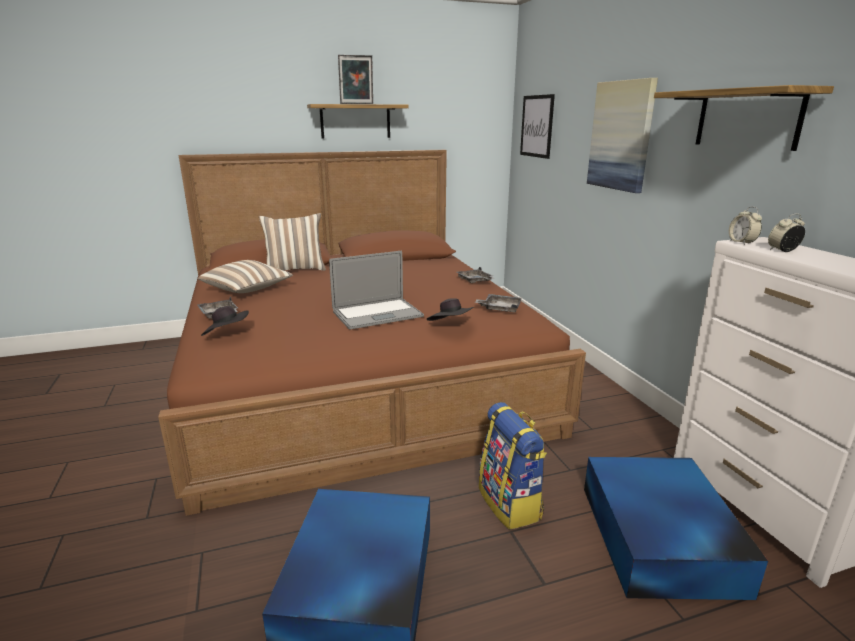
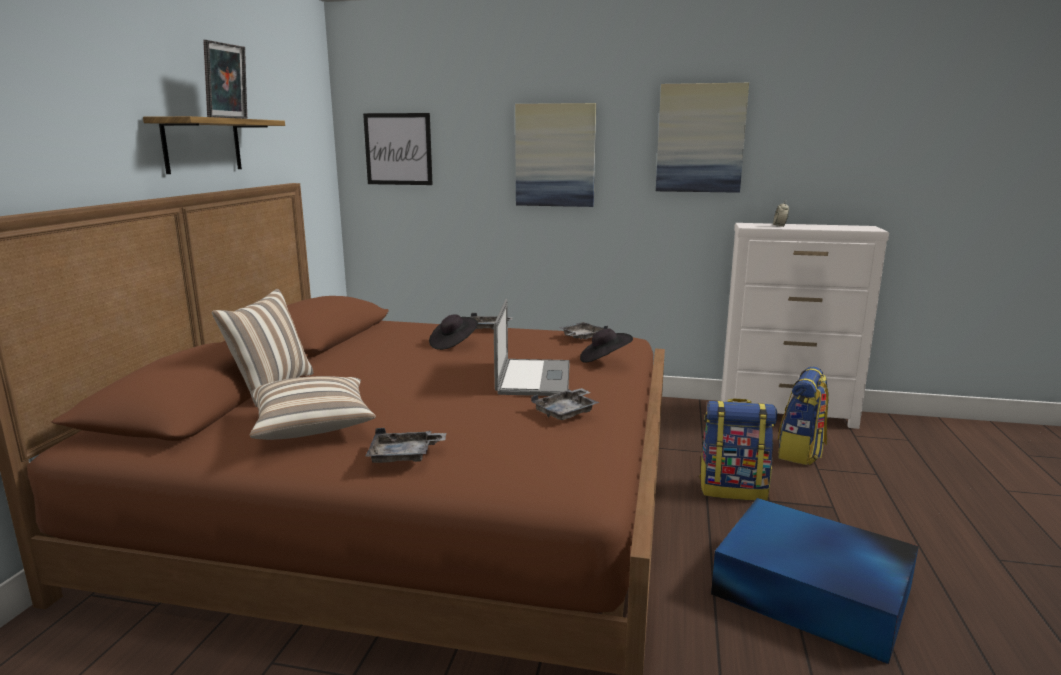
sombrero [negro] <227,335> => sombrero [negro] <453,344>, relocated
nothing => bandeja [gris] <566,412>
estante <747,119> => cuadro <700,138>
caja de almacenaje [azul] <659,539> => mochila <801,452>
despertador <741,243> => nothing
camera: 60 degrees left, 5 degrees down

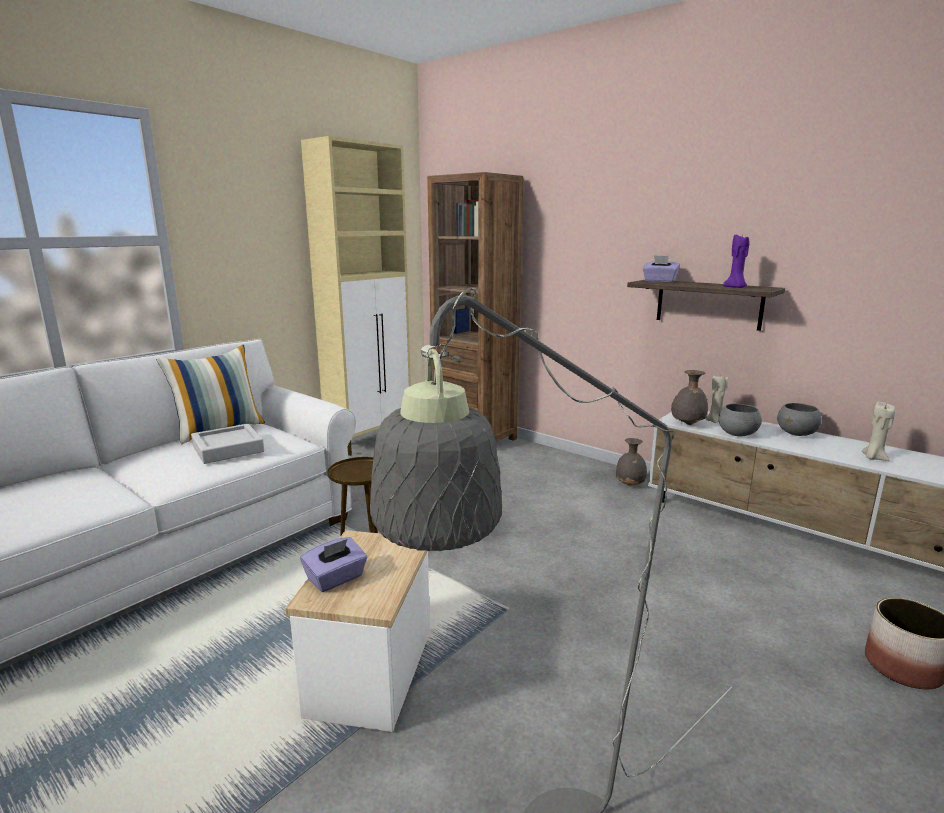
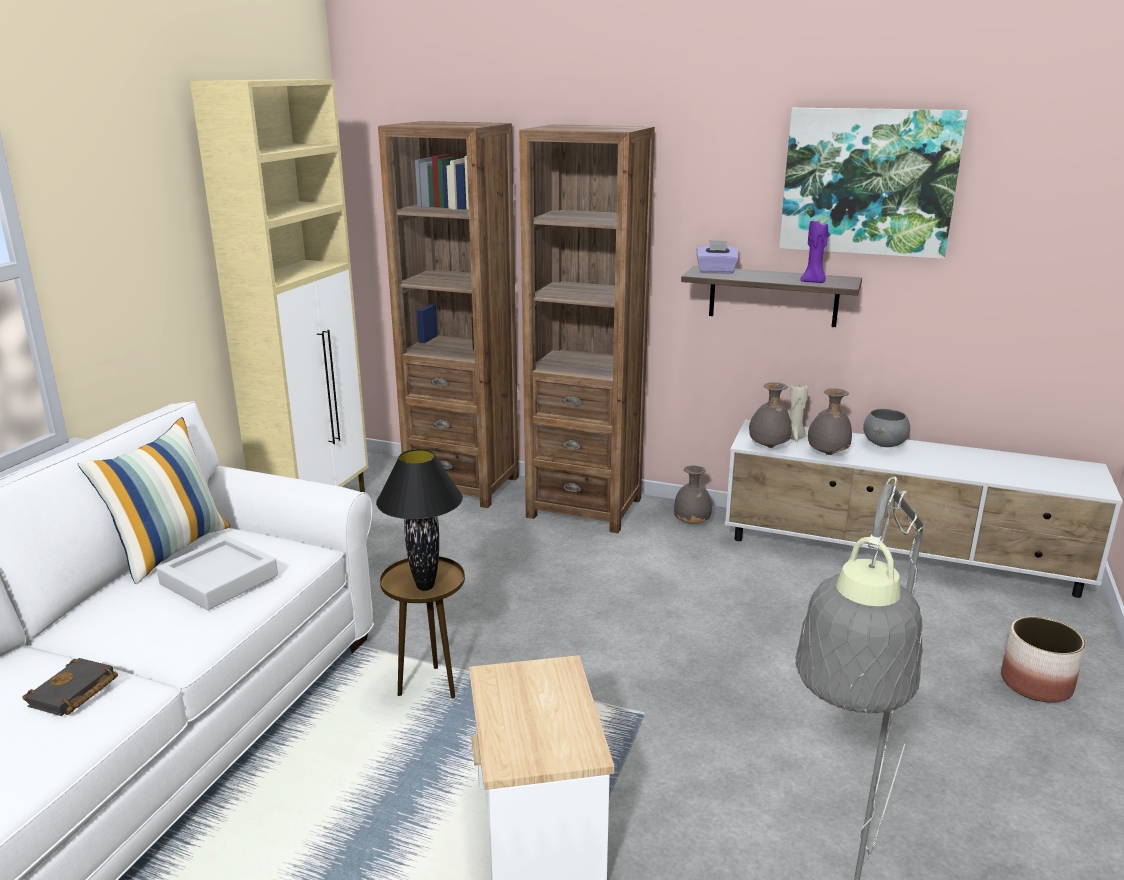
nothing => libro [negro] <73,694>
nothing => lámpara de mesa [negro] <425,587>
nothing => estantería [marrón] <584,507>
nothing => cuadro <868,182>
cuenco [gris] <737,434> => florero [gris] <827,454>
caja de pañuelos [morado] <336,579> => nothing
vela [beis] <873,458> => nothing
camera: 20 degrees left, 5 degrees up

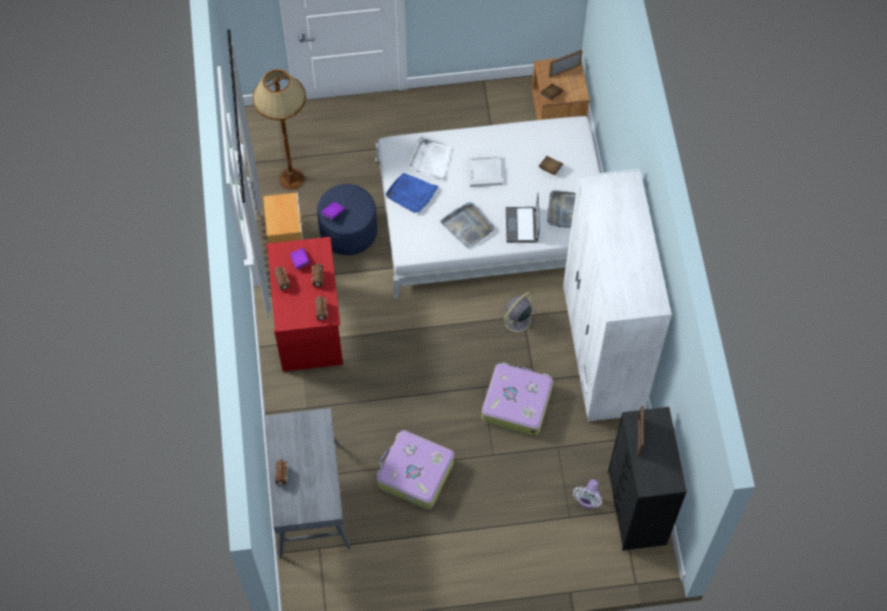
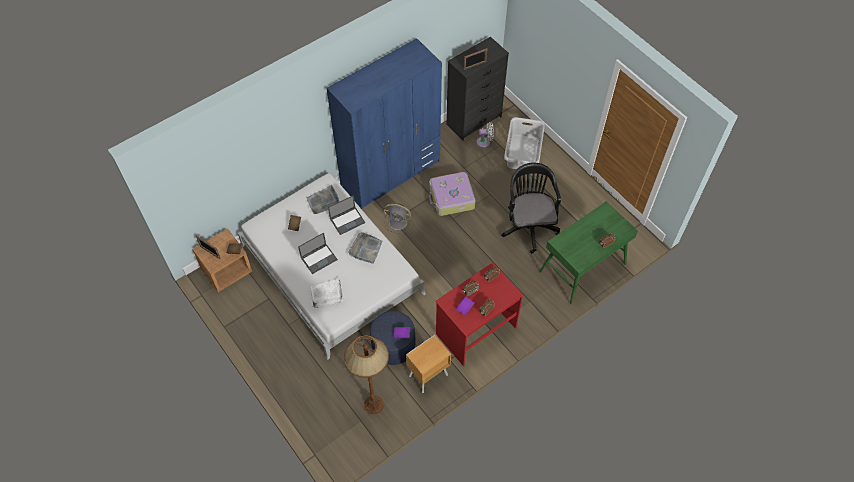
bandeja [blanco] <485,172> => portátil <319,258>
armario ropero [blanco] <602,351> => armario ropero [azul] <391,173>
maleta <414,474> => silla de oficina [negro] <529,225>
nothing => cesto de la ropa [gris] <523,152>
escritorio [gris] <309,499> => escritorio [verde] <582,268>
bandeja [azul] <411,194> => nothing
camera: 120 degrees left, 5 degrees down

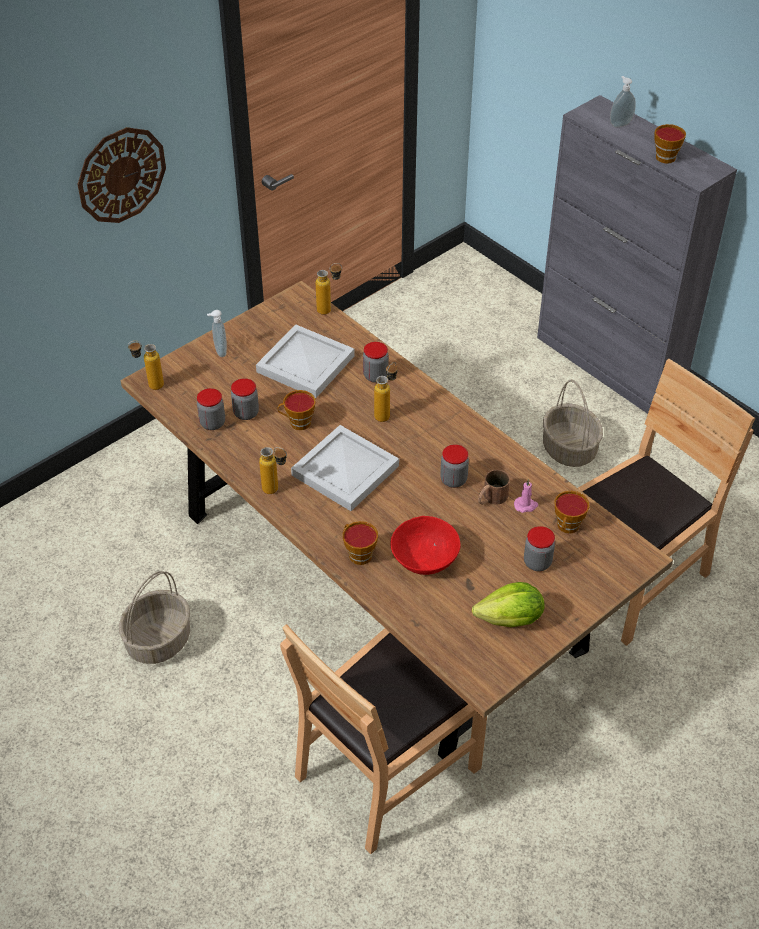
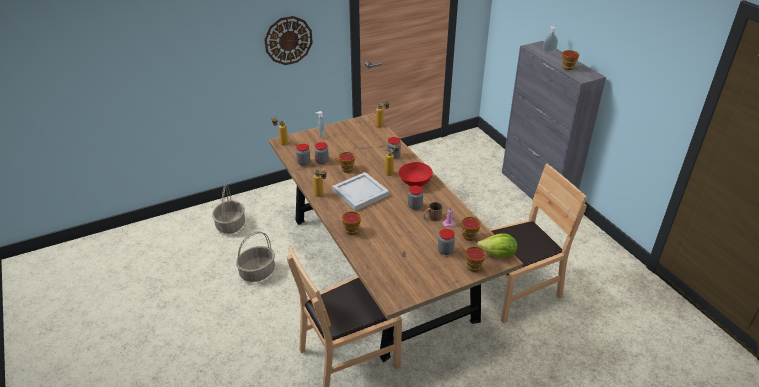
cesta <568,449> => cesta <230,225>, relocated
cuenco [rojo] <425,559> => cuenco [rojo] <415,182>, relocated
nothing => taza <473,266>
lechuga <511,620> => lechuga <498,255>, relocated
bandeja [blanco] <305,363> => nothing
camera: 15 degrees right, 10 degrees down

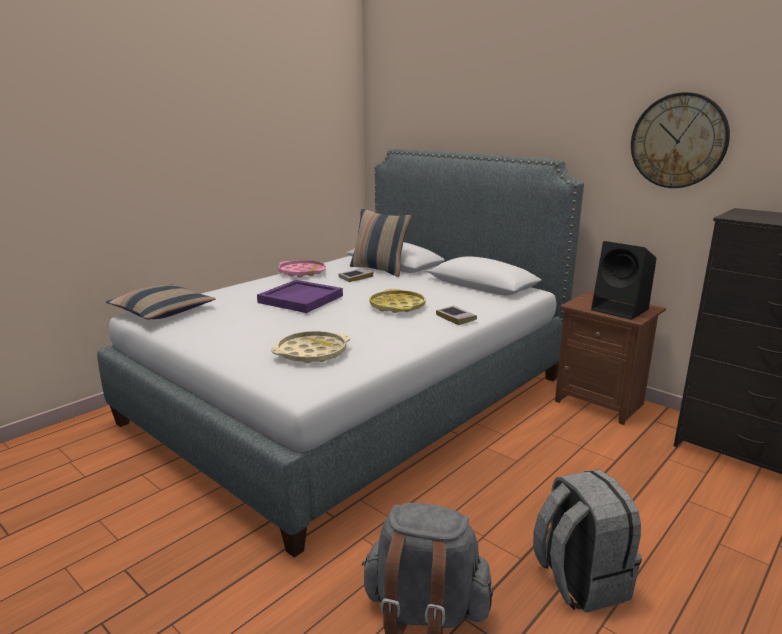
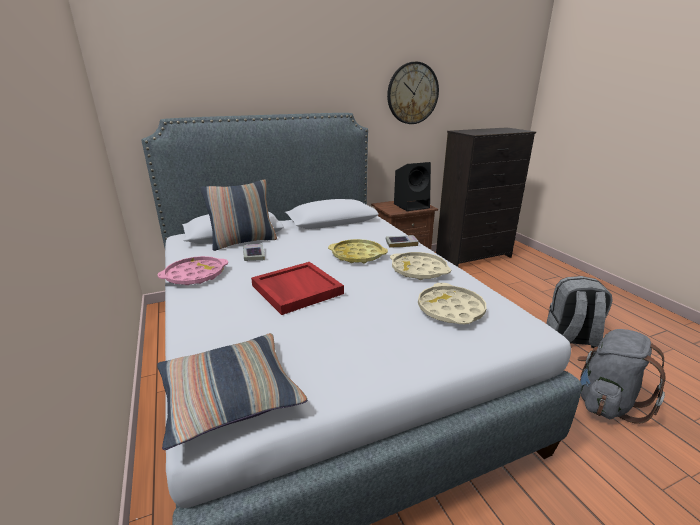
bandeja [morado] <300,299> => bandeja [rojo] <296,289>
nothing => bandeja [beis] <418,270>
camera: 65 degrees left, 5 degrees up

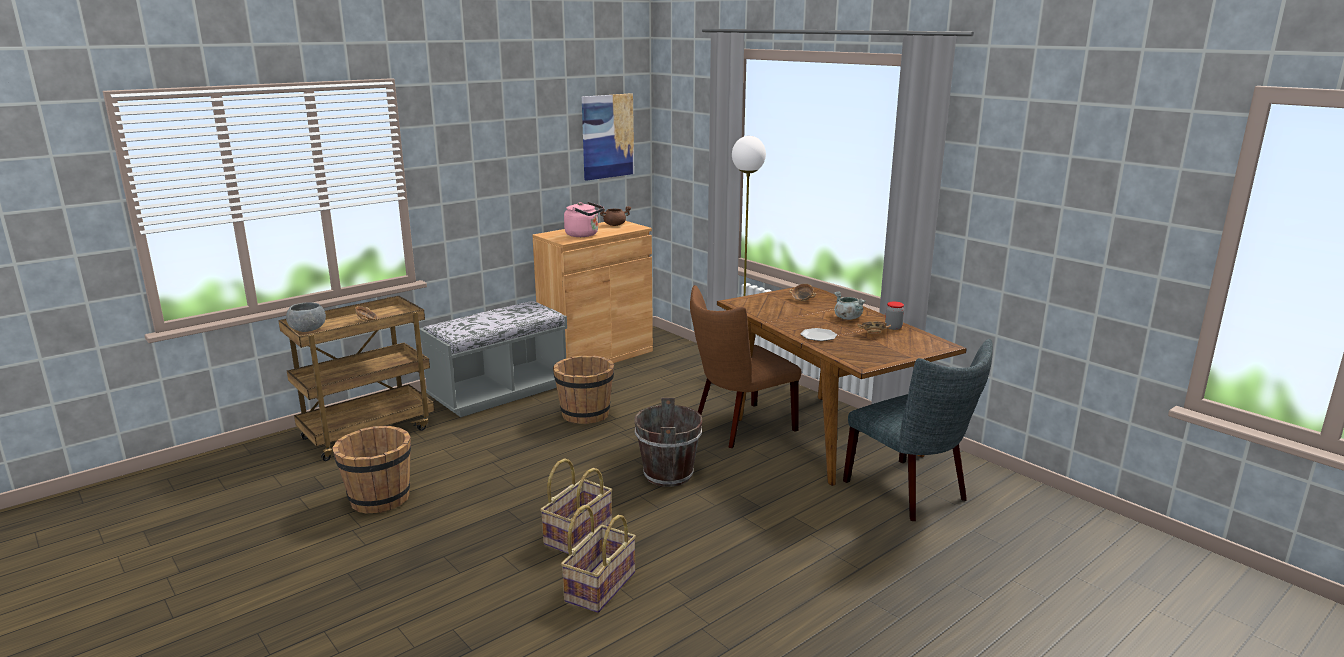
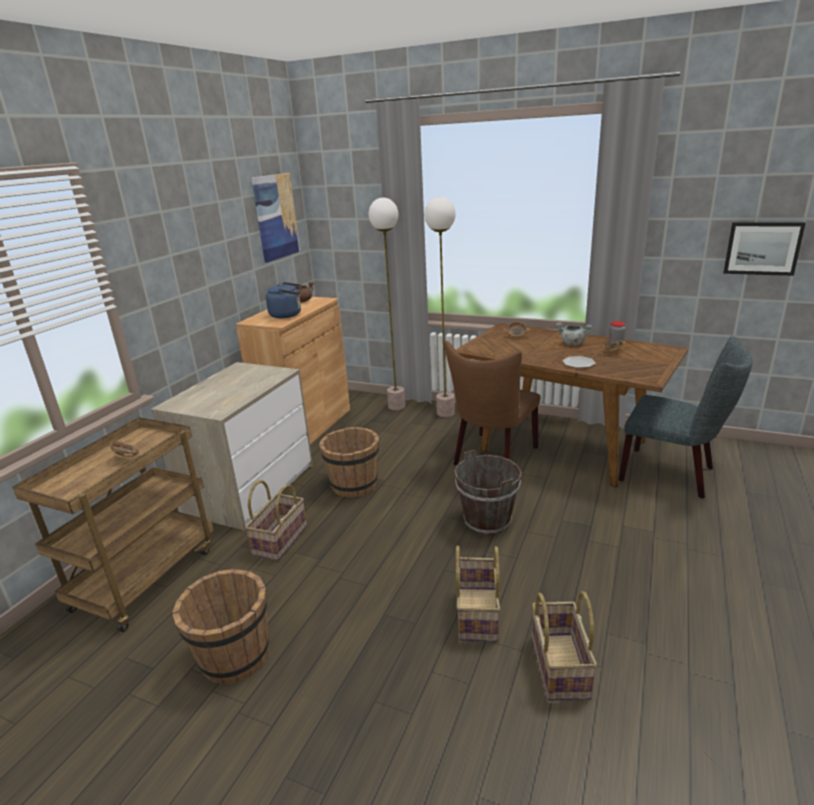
banco [gris] <499,393> => cómoda <249,488>
nothing => cesta <279,540>
hervidor [rosa] <584,235> => hervidor [azul] <288,315>
nothing => lámpara de pie <396,406>
nothing => cuadro <762,248>
cuenco [gris] <308,330> => nothing
camera: 25 degrees left, 5 degrees up

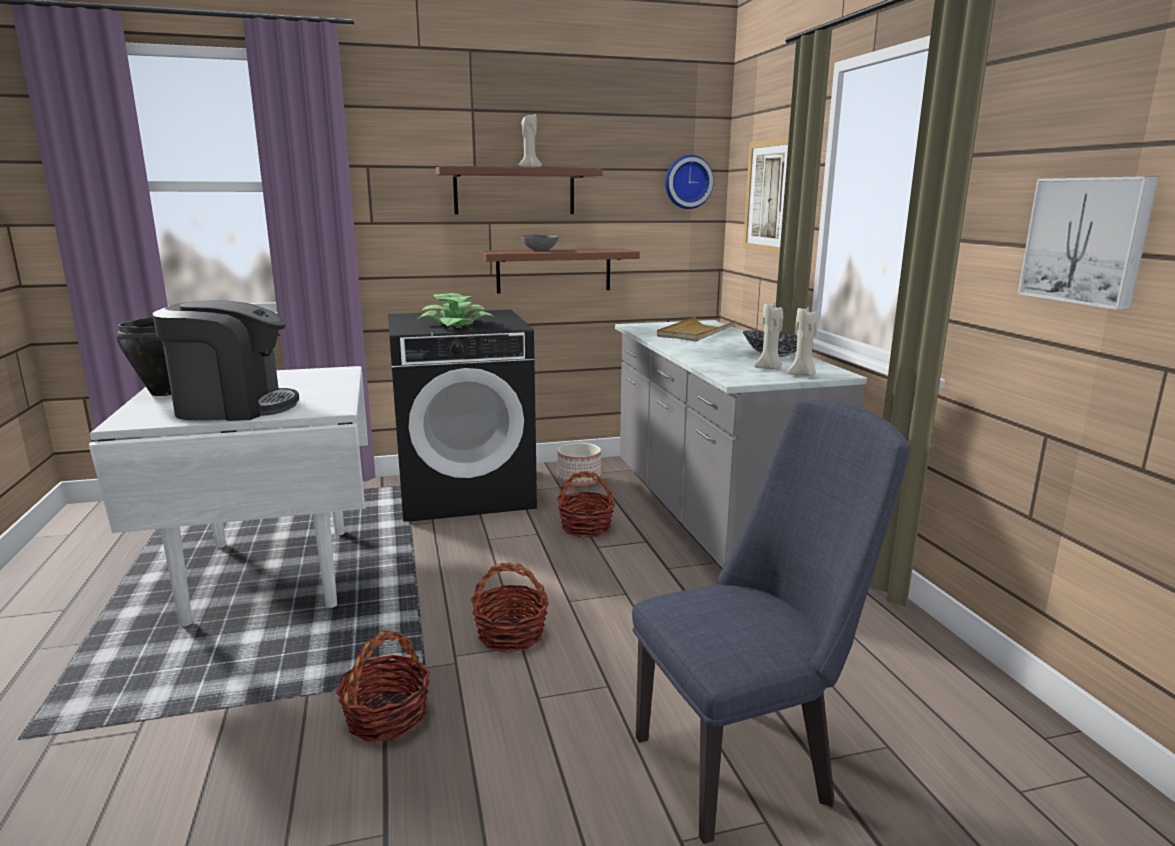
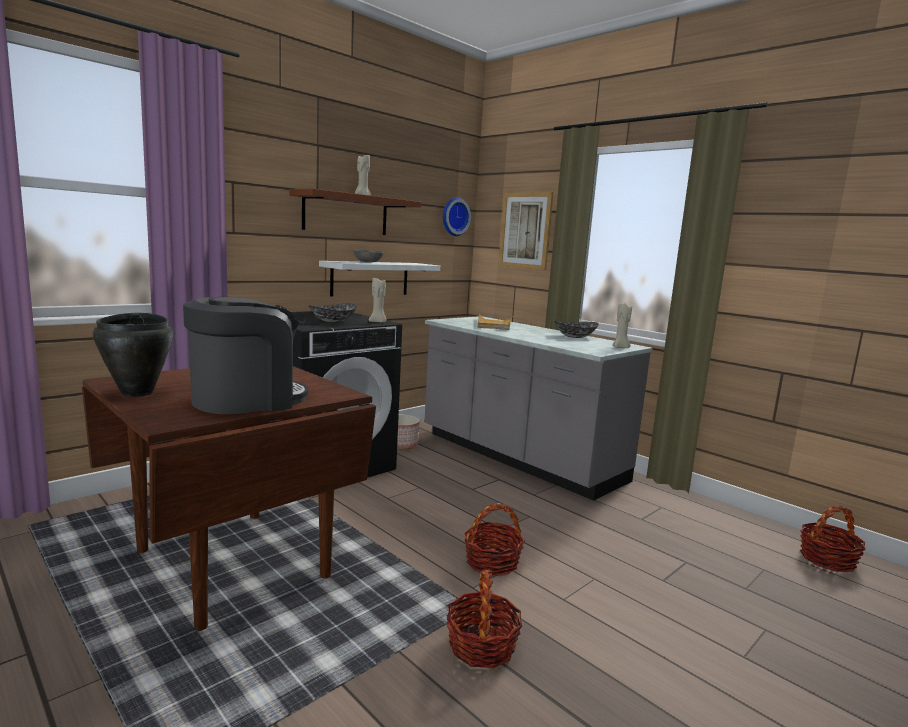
mesa de comedor [blanco] <270,574> => mesa de comedor [marrón] <230,564>
planta en maceta <456,324> => cuenco <332,321>
estante [marrón] <554,270> => estante [blanco] <370,278>
vela [beis] <769,368> => vela [beis] <378,322>, relocated
cesta <586,527> => cesta <827,559>, relocated
silla [azul] <744,762> => nothing
cuadro <1087,240> => nothing
camera: 30 degrees left, 5 degrees down

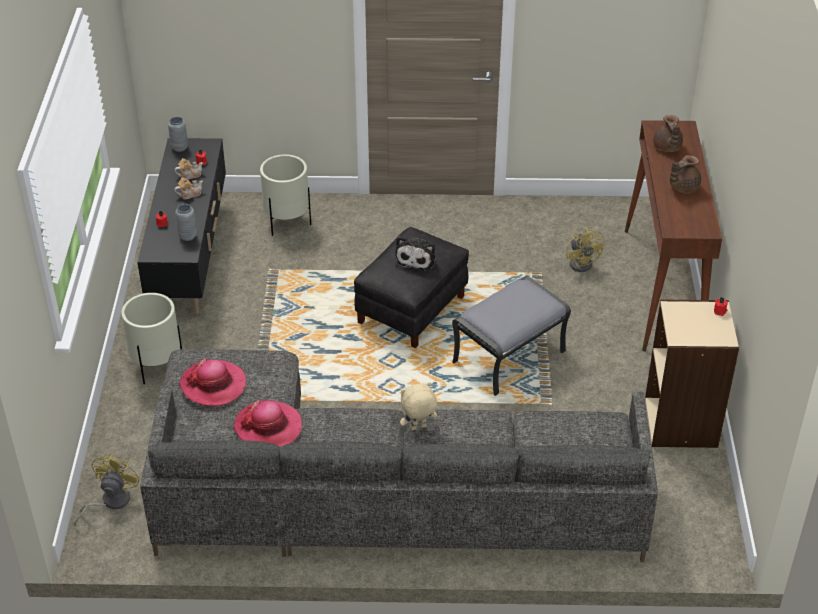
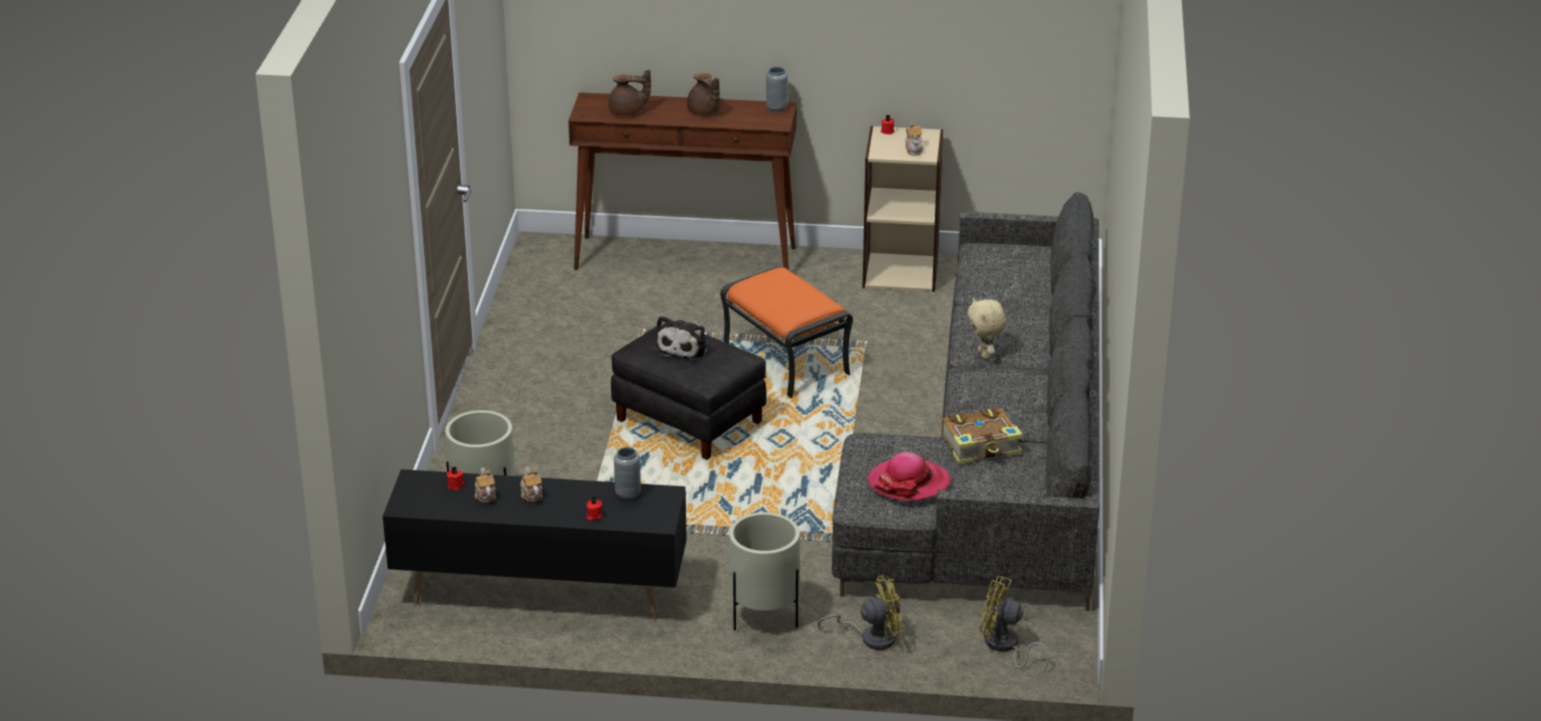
peluche <416,258> => peluche <684,349>, 90 degrees clockwise
puf [gris] <509,358> => puf [naranja] <787,362>
florero [gris] <179,148> => florero [gris] <776,108>, relocated
ventilador [amarillo] <582,262> => ventilador [amarillo] <871,637>, relocated
nothing => tetera <914,149>
sombrero <268,427> => libro <981,446>
camera: 85 degrees left, 10 degrees down

